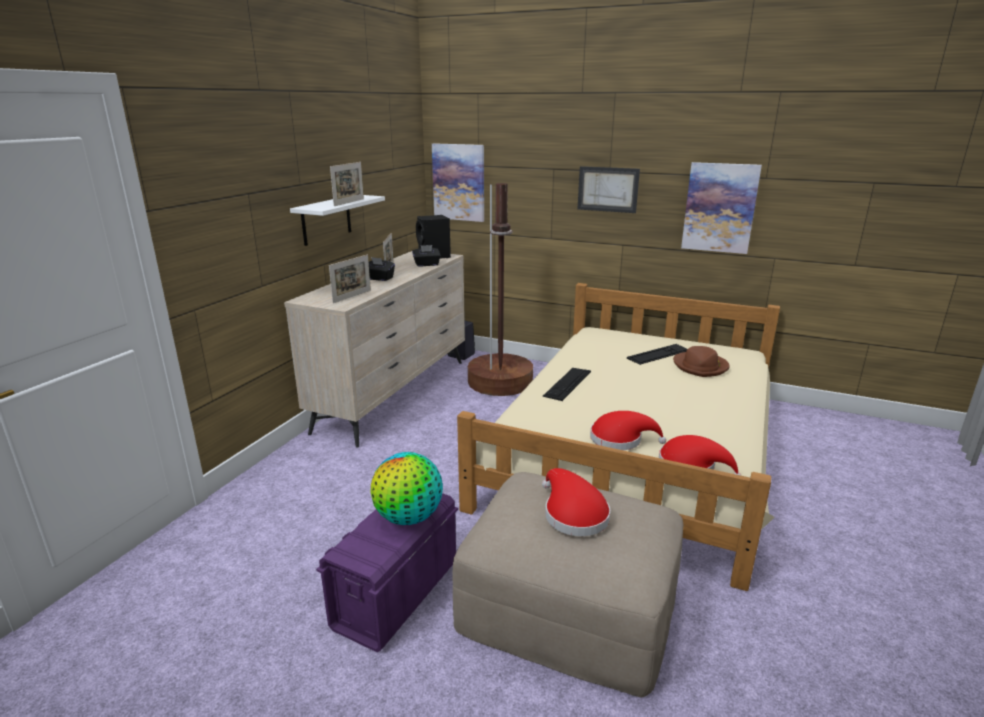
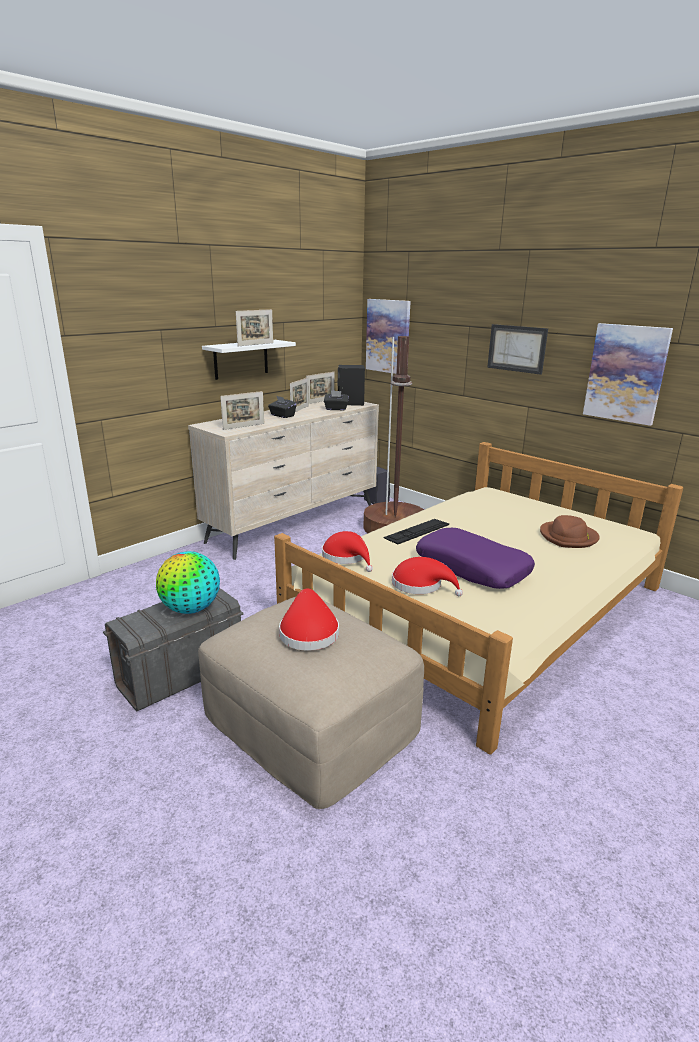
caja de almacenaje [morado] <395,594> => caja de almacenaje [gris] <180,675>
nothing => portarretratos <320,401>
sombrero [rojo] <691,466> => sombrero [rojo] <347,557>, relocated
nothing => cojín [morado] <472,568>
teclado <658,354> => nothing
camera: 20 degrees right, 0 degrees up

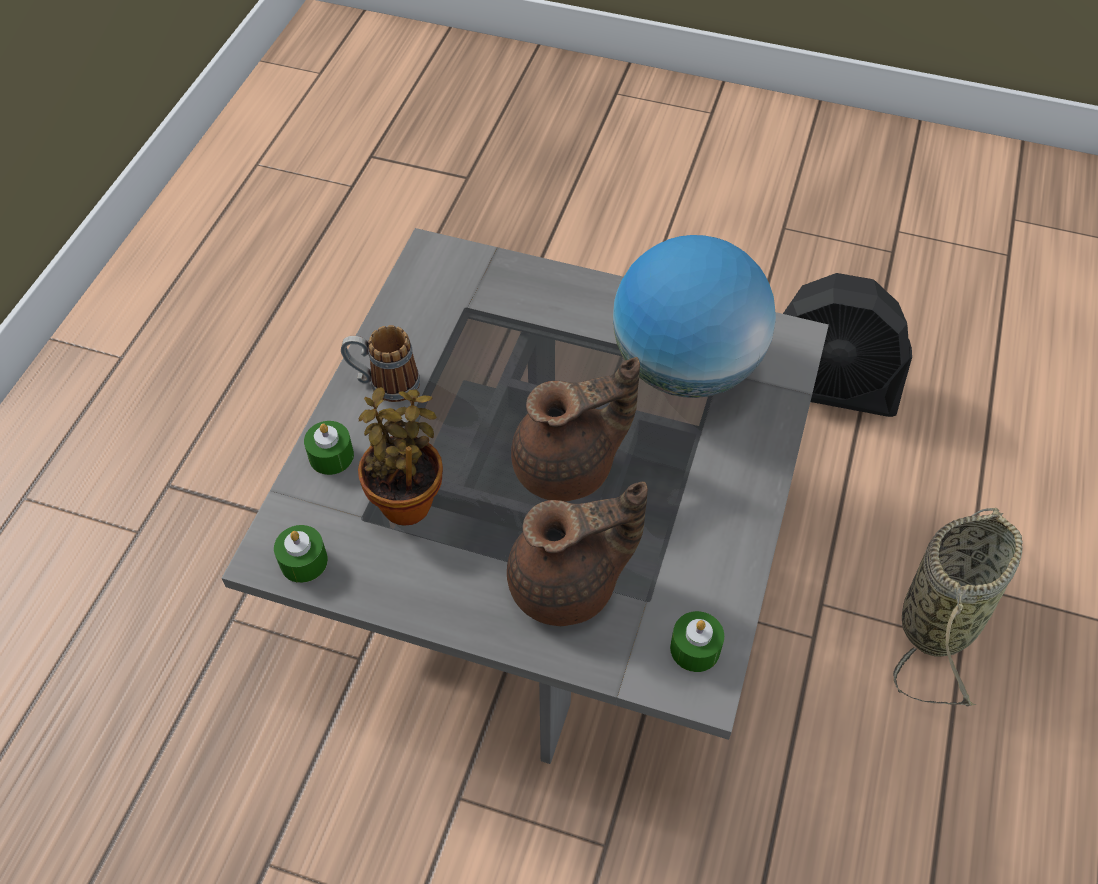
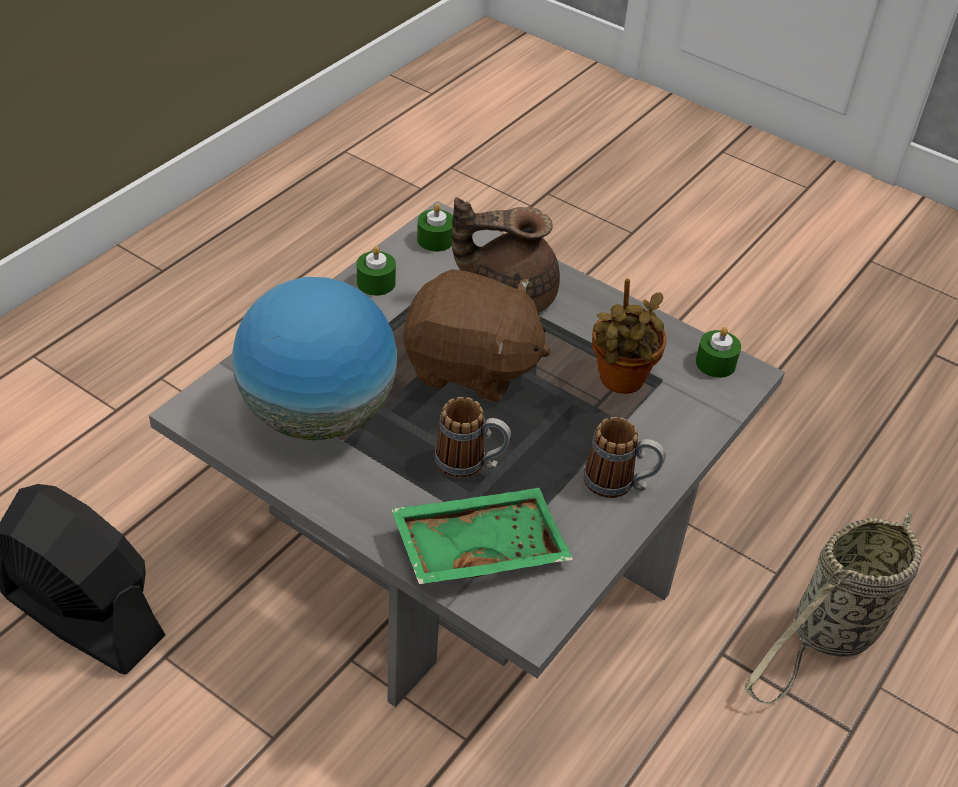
vela [verde] <331,456> => vela [verde] <376,283>, relocated
nothing => bandeja [verde] <479,547>
tetera [marrón] <568,467> => peluche [marrón] <471,367>
nothing => taza grande <470,464>
cesta <940,617> => cesta <830,635>, relocated
camera: 165 degrees left, 10 degrees down

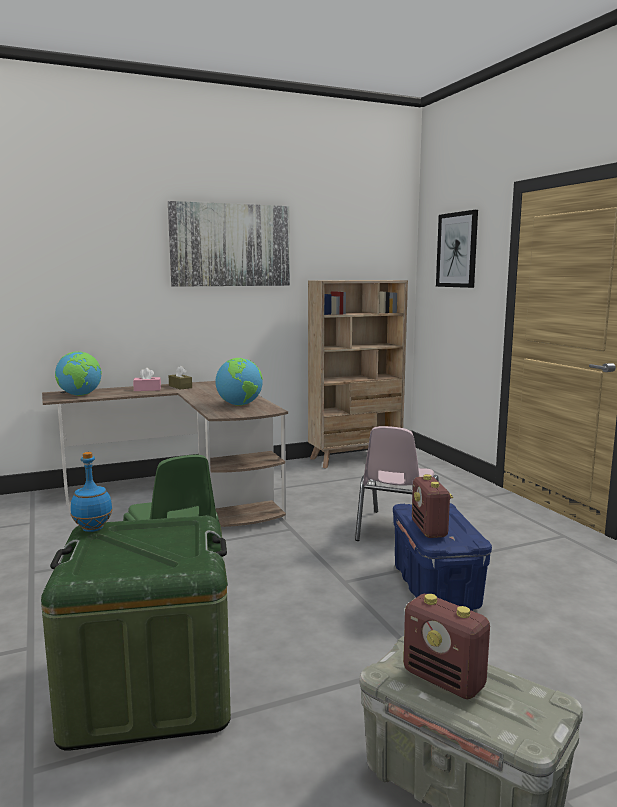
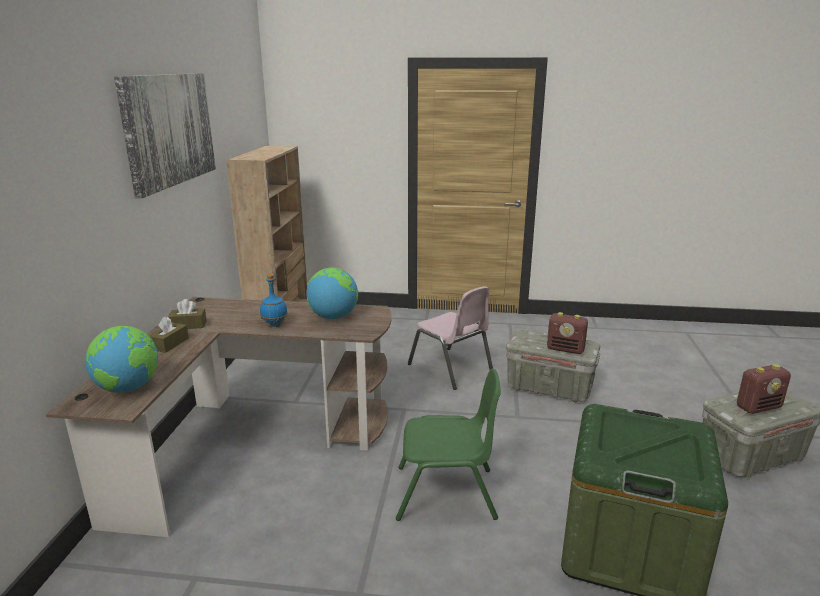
caja de pañuelos [rosa] <147,389> => caja de pañuelos [marrón] <170,344>
botella [azul] <92,529> => botella [azul] <275,325>, relocated
caja de almacenaje [azul] <436,588> => caja de almacenaje [gris] <549,387>
cuadro <457,250> => nothing
camera: 60 degrees left, 10 degrees up

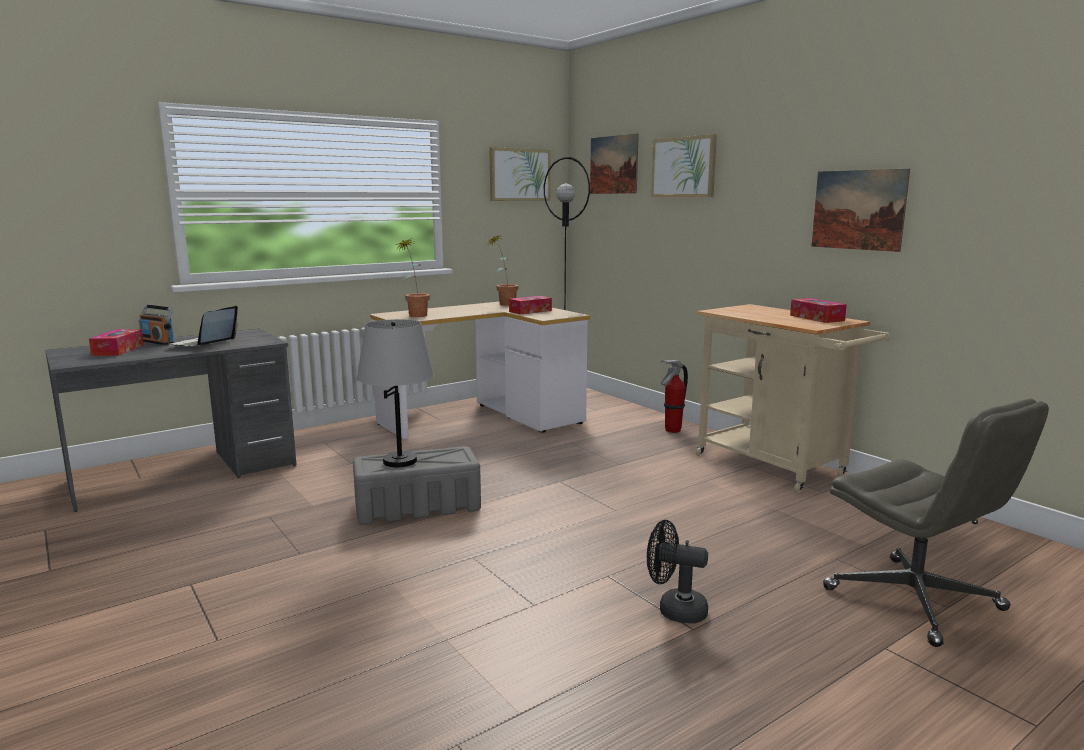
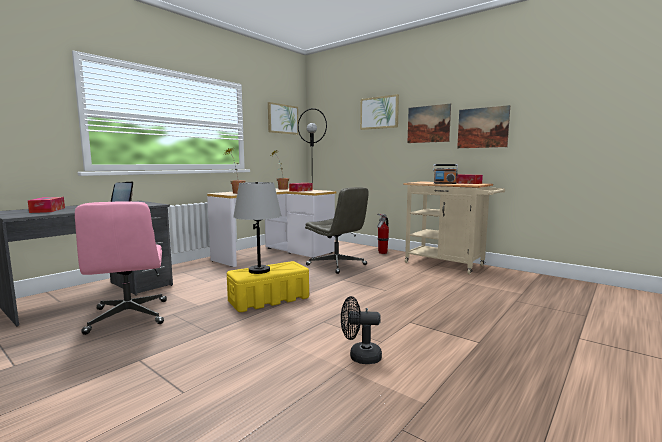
nothing => silla de oficina [rosa] <129,317>
caja de almacenaje [gris] <416,507> => caja de almacenaje [amarillo] <268,299>
silla de oficina [gris] <915,600> => silla de oficina [gris] <337,265>, relocated
ventilador [negro] <674,610> => ventilador [negro] <359,356>, relocated
cuadro <613,165> => cuadro <428,124>, relocated
radio <158,342> => radio <444,183>, relocated
camera: 15 degrees left, 5 degrees down

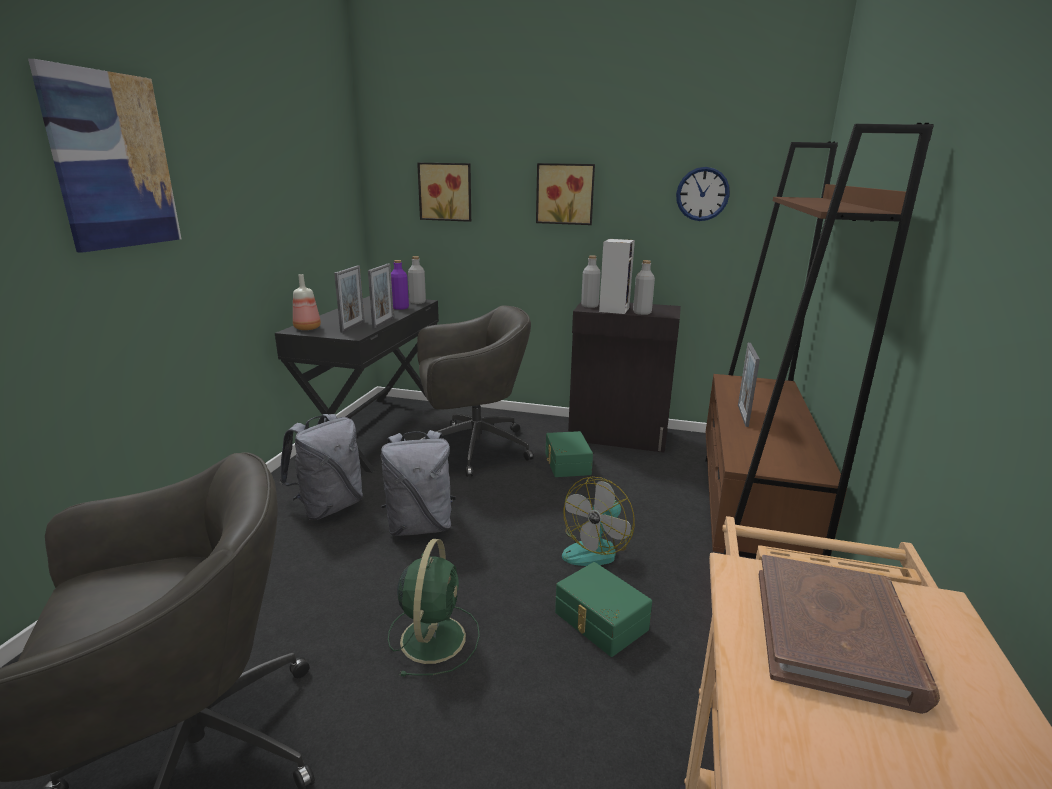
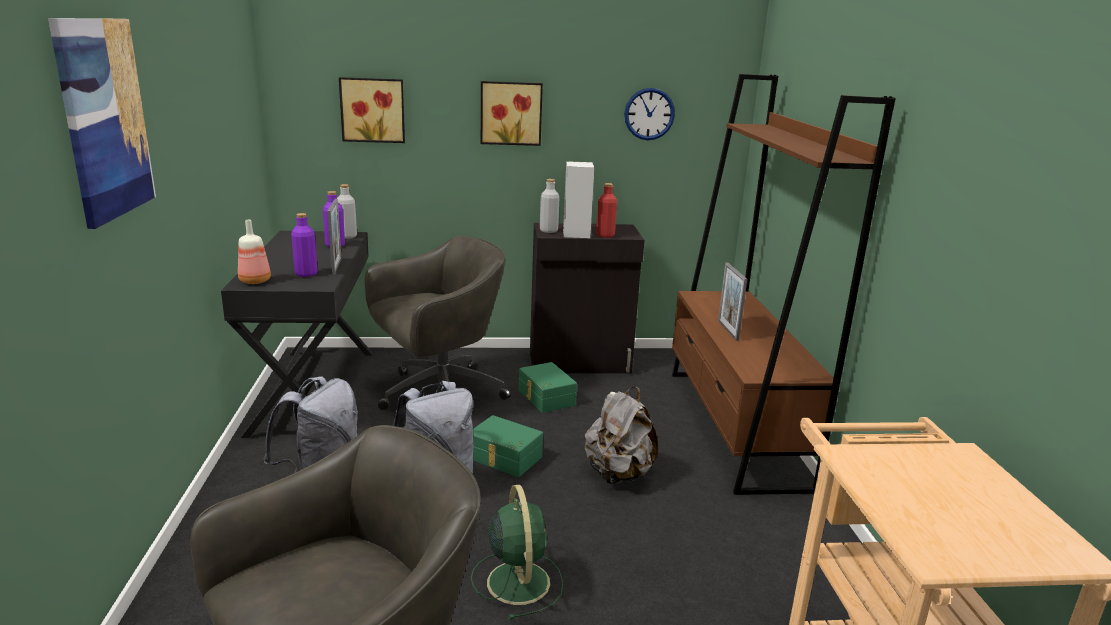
portarretratos <352,326> => botella [morado] <306,274>
caja de almacenaje [verde] <599,622> => caja de almacenaje [verde] <504,458>, relocated
ventilador <596,548> => mochila [gris] <618,474>
botella [gris] <642,313> => botella [rojo] <605,235>
libro [marrón] <834,634> => nothing
camera: 20 degrees left, 0 degrees up

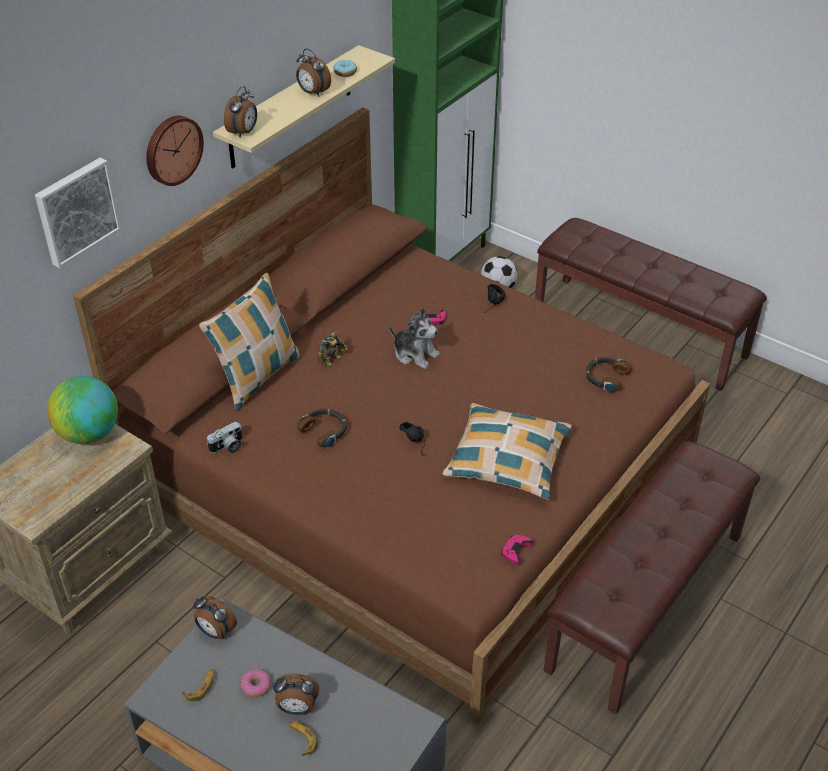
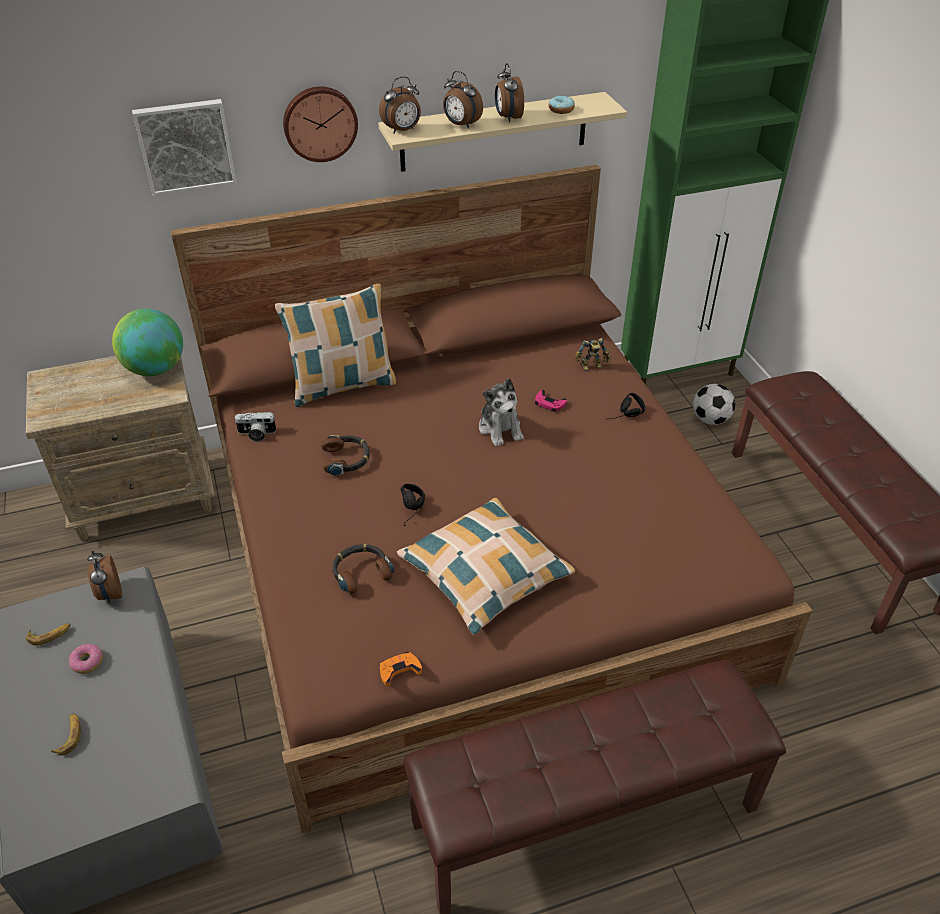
auriculares <606,377> => auriculares <361,572>, relocated
mando de consola [rosa] <516,550> => mando de consola [naranja] <399,670>
despertador <297,708> => despertador <461,125>, relocated
robot de juguete <333,360> => robot de juguete <592,367>, relocated
camera: 35 degrees right, 0 degrees up

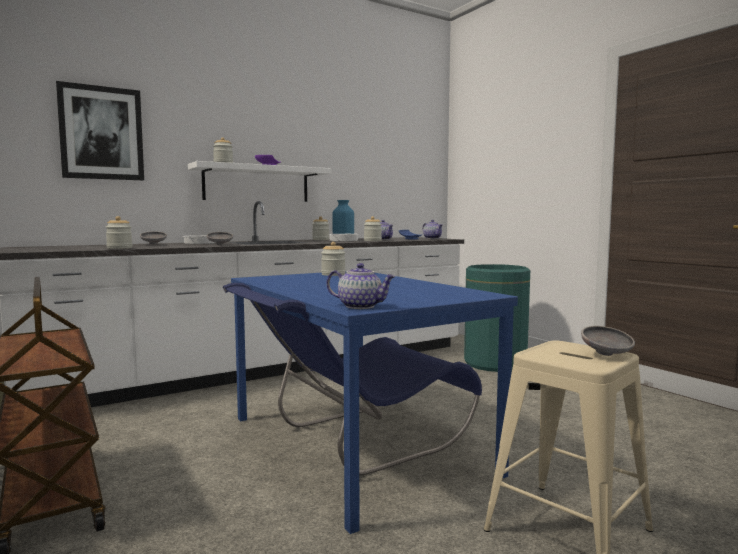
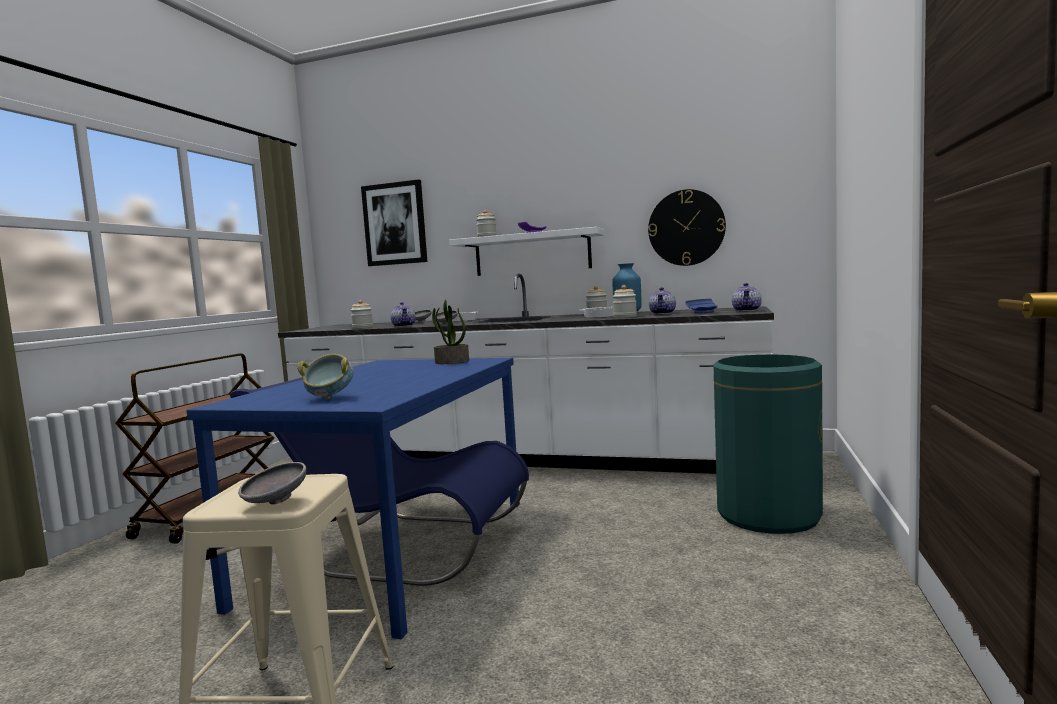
nothing => cuenco <329,398>
tetera <361,306> => tetera <404,326>, relocated
tarro <333,274> => planta en maceta <451,362>
nothing => reloj de pared <686,228>
camera: 50 degrees right, 0 degrees up

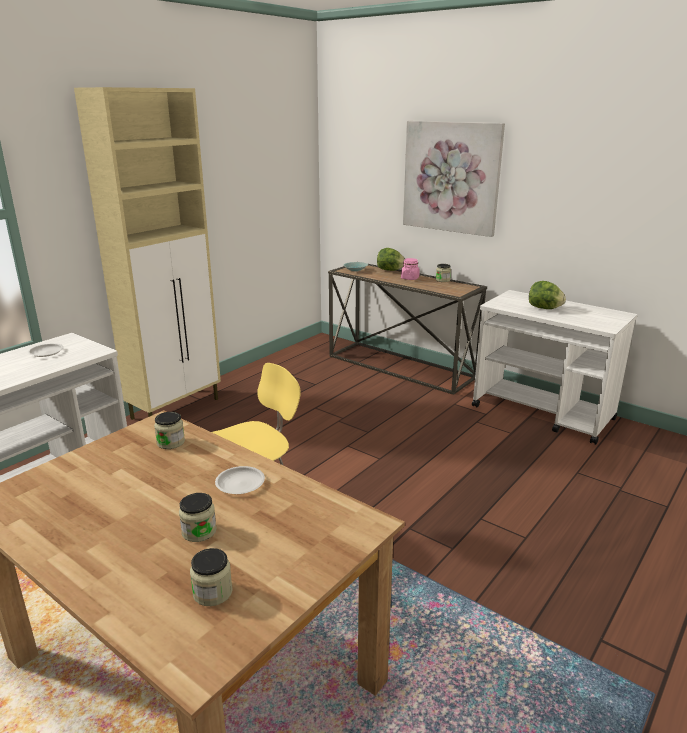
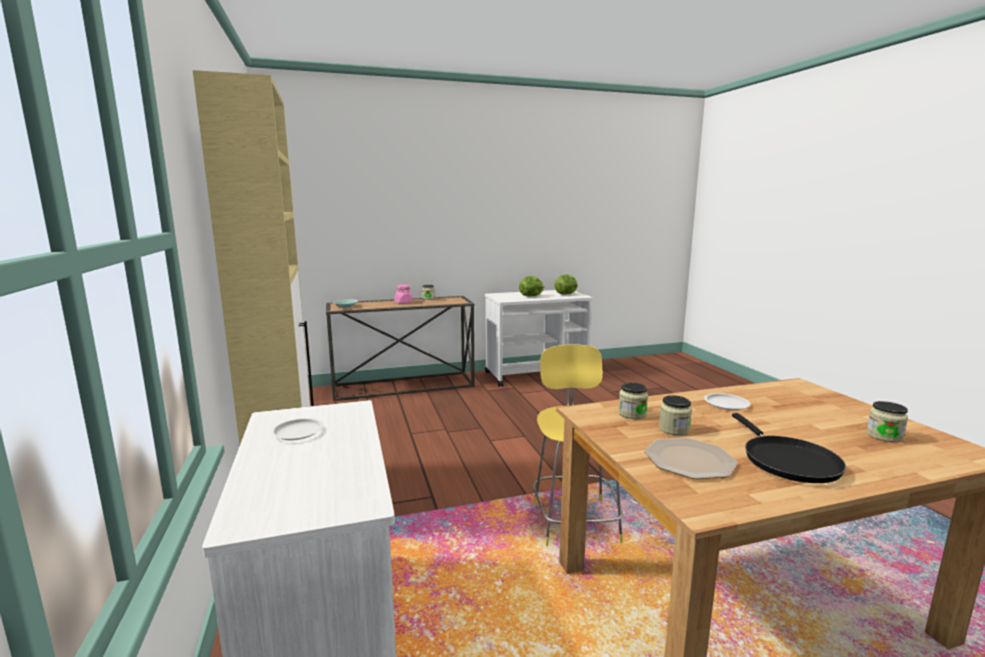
lechuga <390,270> => lechuga <566,294>, relocated
nothing => plato <690,460>
tarro <199,531> => tarro <674,429>, relocated
nothing => sartén [negro] <786,461>
cuadro <451,177> => nothing
camera: 55 degrees left, 10 degrees down

